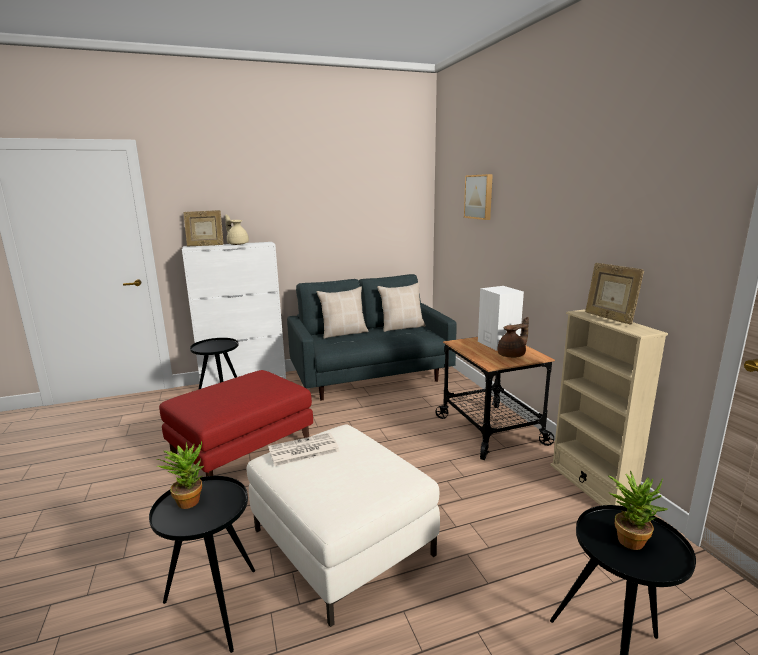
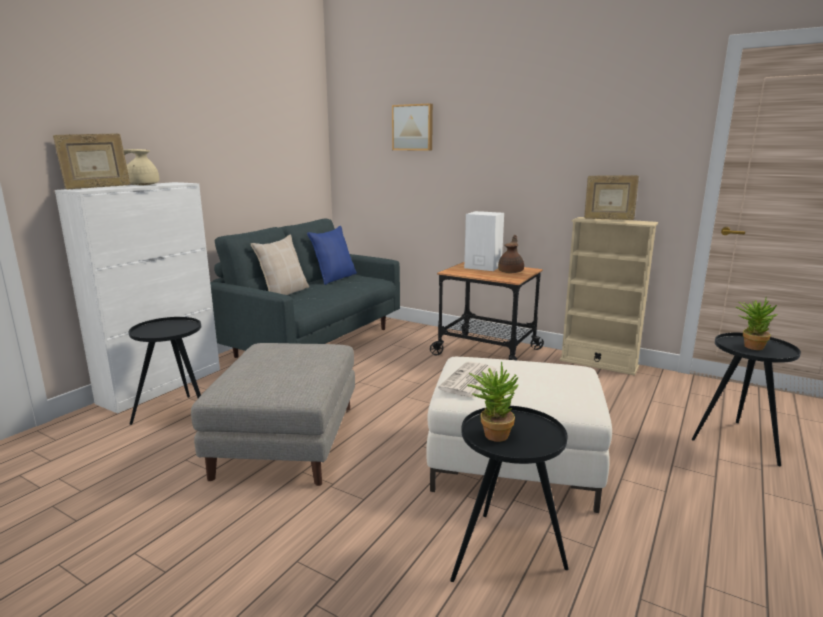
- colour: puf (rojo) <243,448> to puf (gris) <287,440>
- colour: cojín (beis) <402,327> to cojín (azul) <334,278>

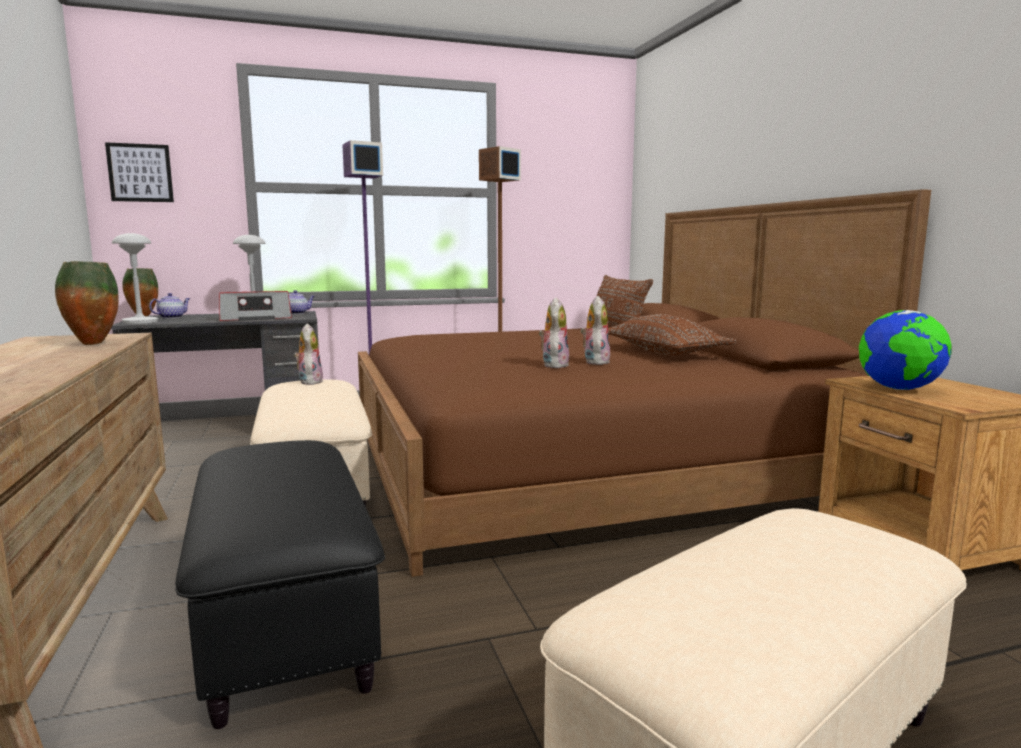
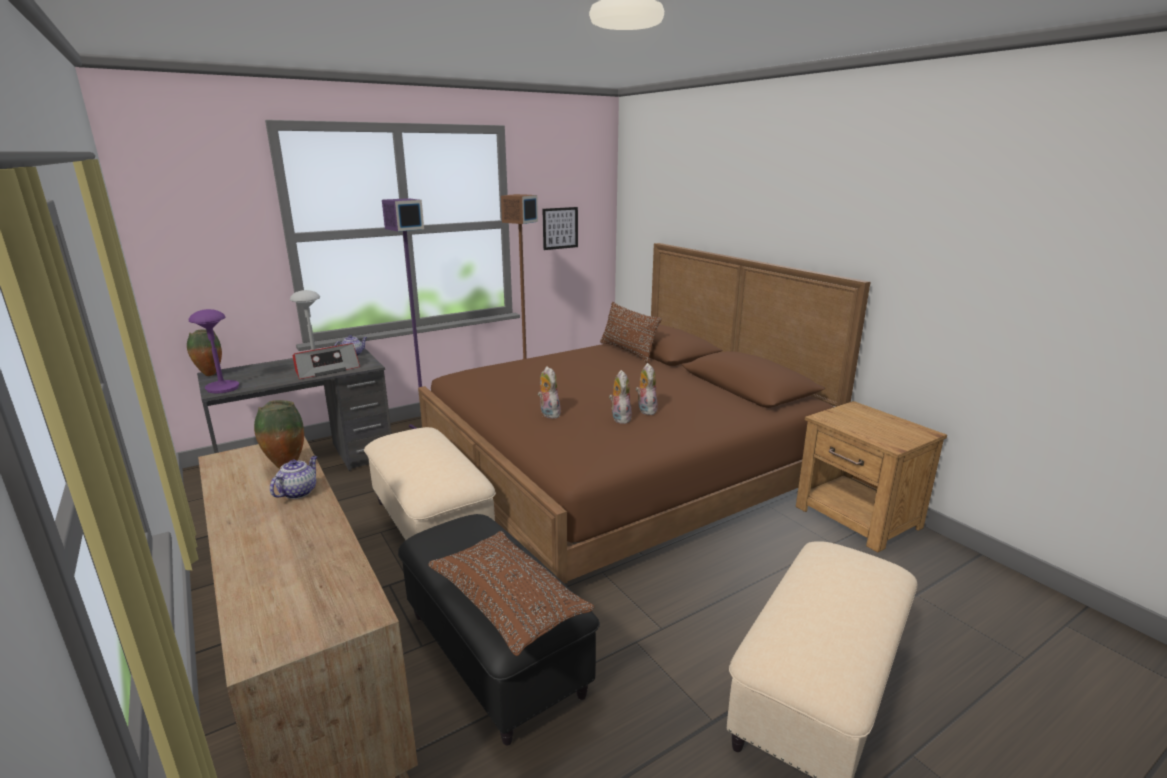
- relocated: cuadro <140,173> to <560,228>
- colour: lámpara de mesa (gris) <140,322> to lámpara de mesa (morado) <223,388>
- relocated: tetera <172,317> to <298,492>
- relocated: peluche <309,382> to <548,414>
- relocated: cojín (marrón) <663,352> to <508,603>
- missing: globo terráqueo <899,389>

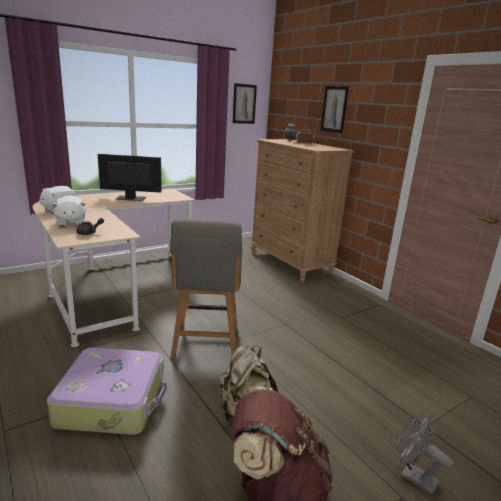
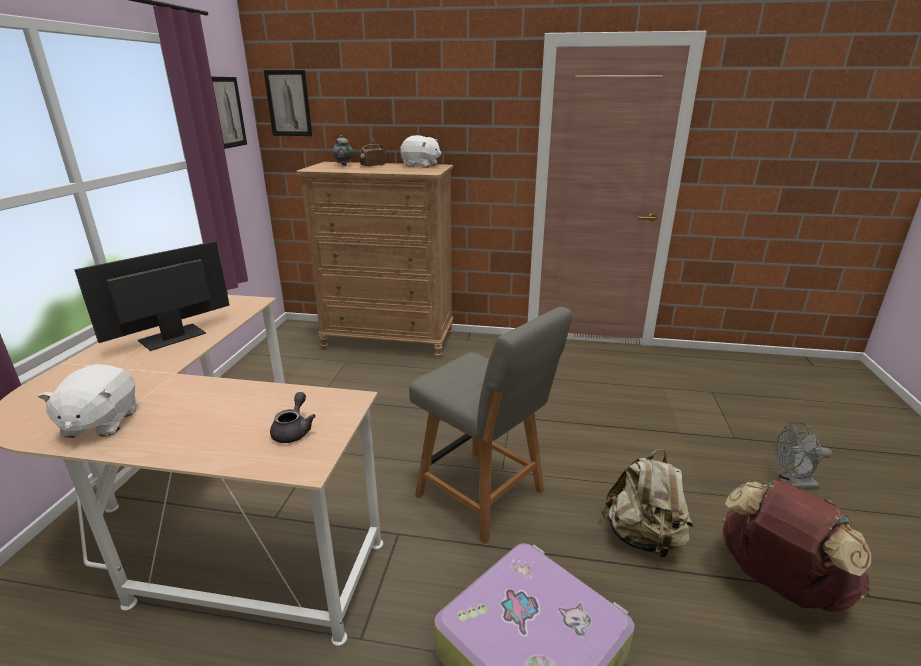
- relocated: peluche (blanco) <70,223> to <421,166>
- relocated: cuadro <334,109> to <288,103>

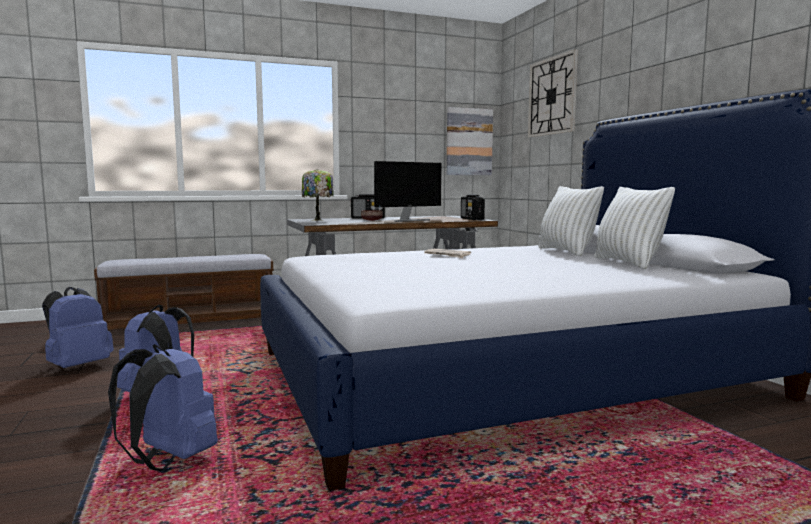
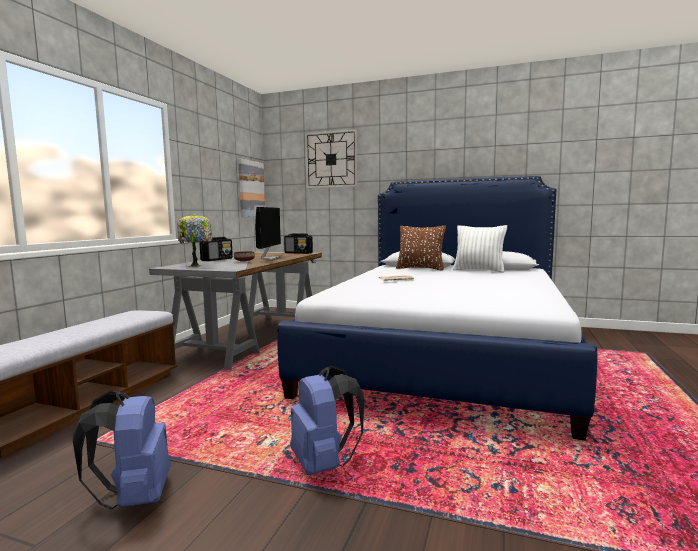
- missing: mochila (azul) <169,460>
- colour: cojín (blanco) <567,251> to cojín (marrón) <420,269>

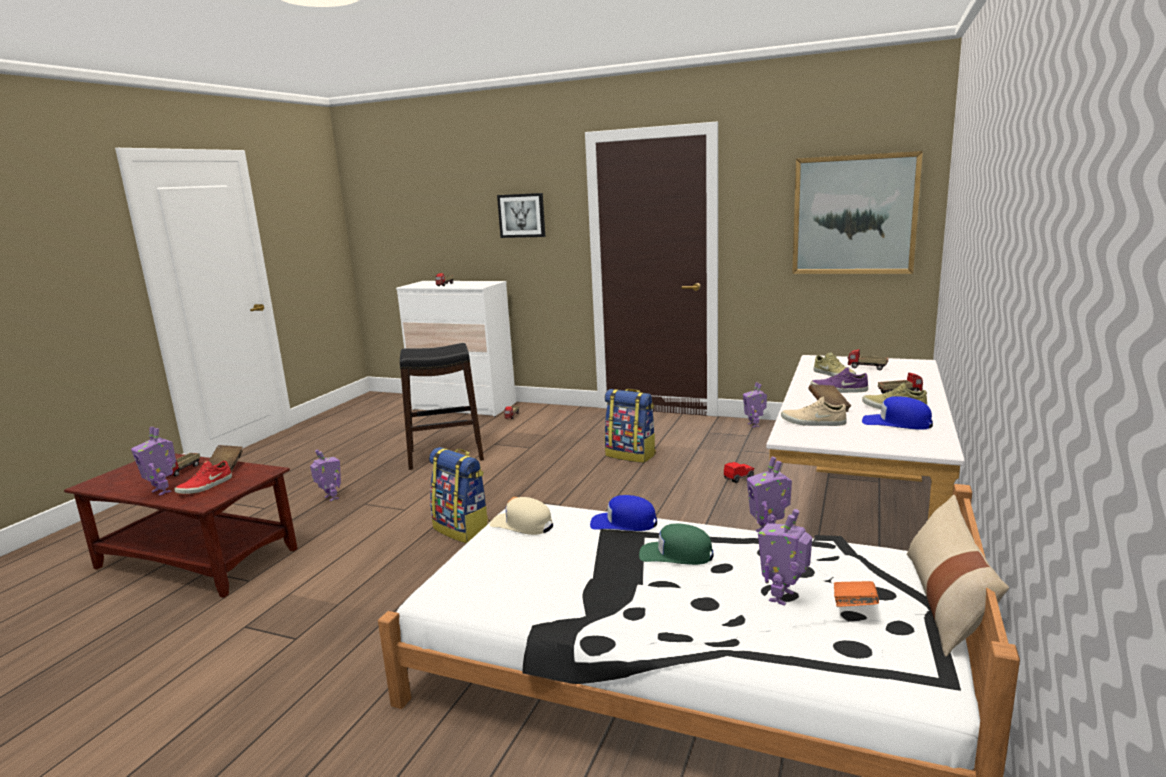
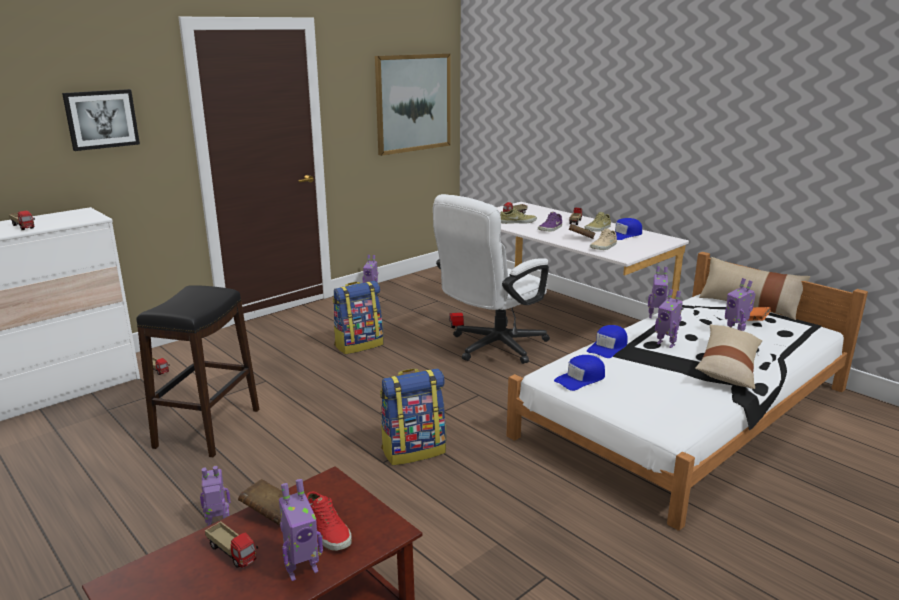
- colour: gorra (beis) <522,524> to gorra (azul) <580,379>
- exchanged: gorra (verde) <676,554> to robot de juguete <666,344>
- appeared: silla de oficina (blanco) <491,347>
- appeared: cojín (beis) <728,366>

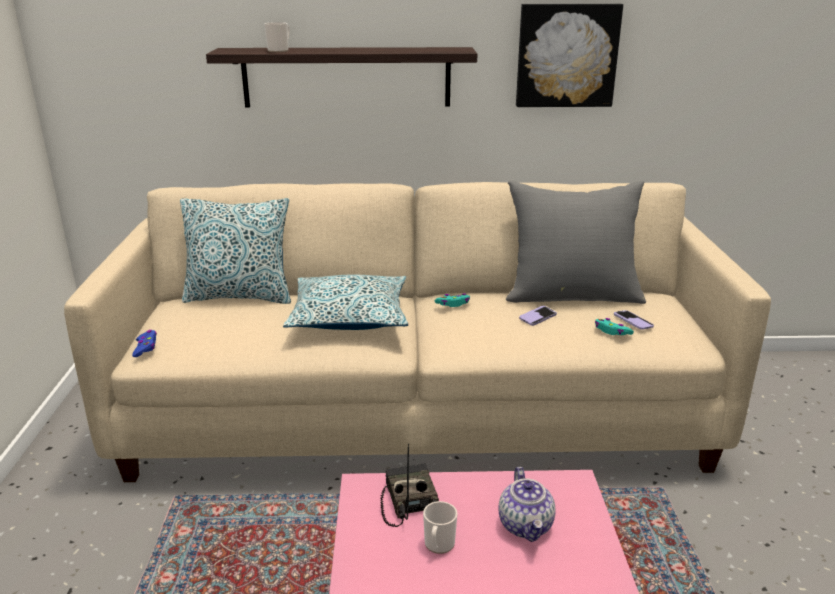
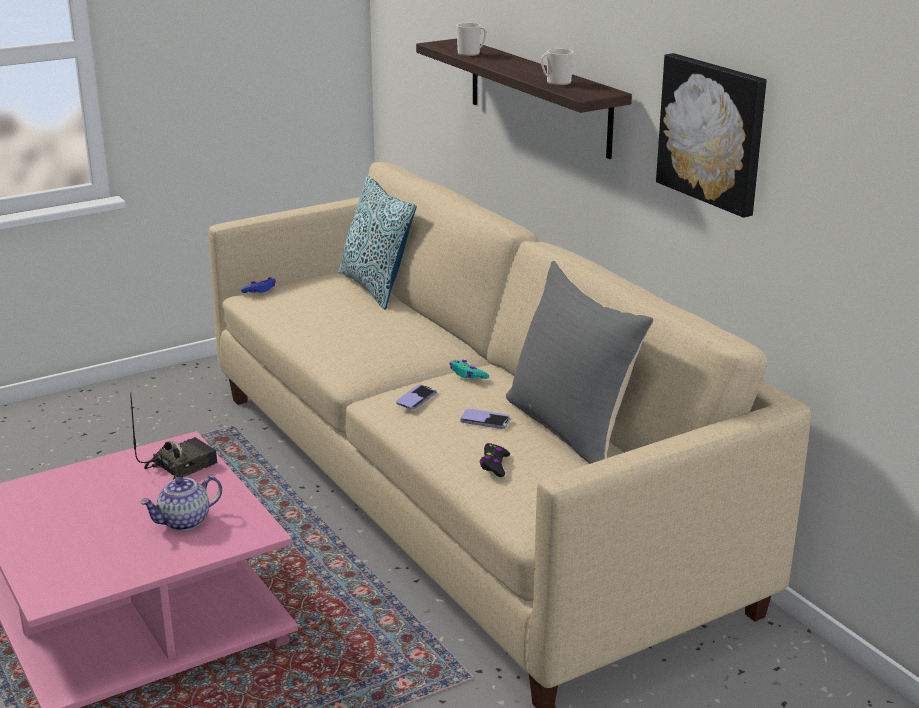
- missing: cojín <350,317>
- relocated: taza grande <438,545> to <556,82>
- colour: mando de consola (turquesa) <612,331> to mando de consola (negro) <494,465>
- relocated: móvil <633,321> to <416,398>

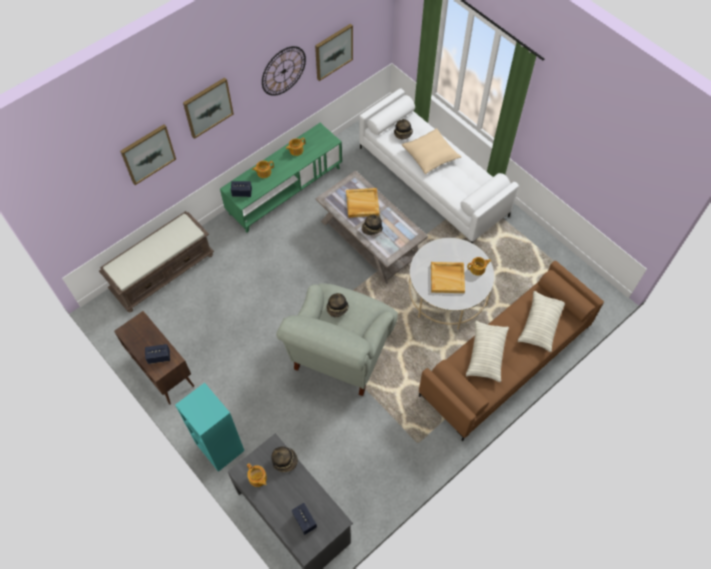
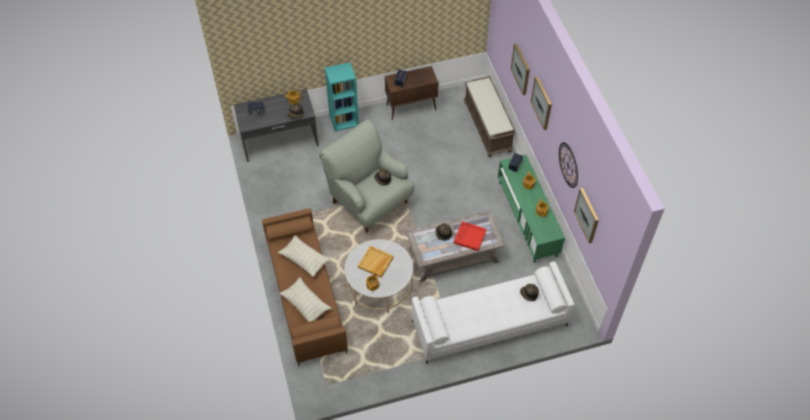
- colour: bandeja (beis) <362,204> to bandeja (rojo) <469,236>
- missing: cojín (beis) <430,155>

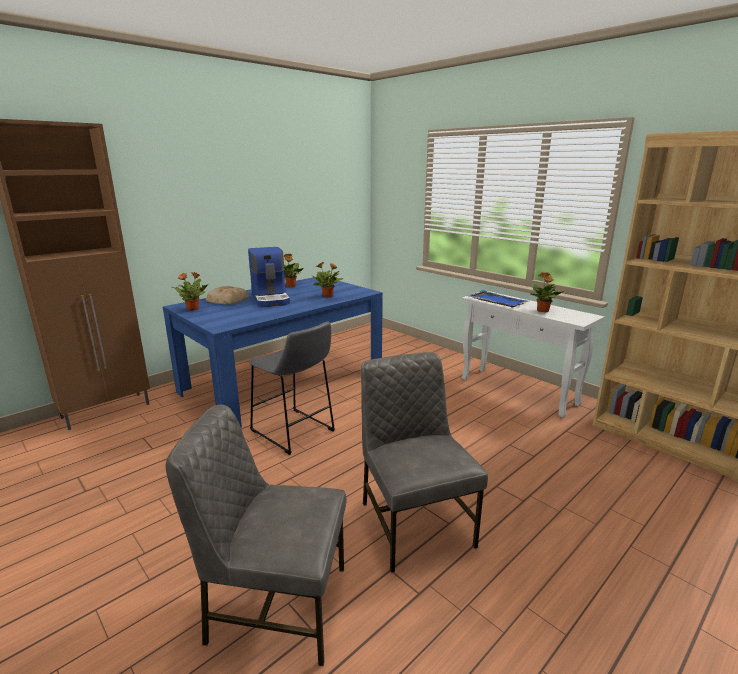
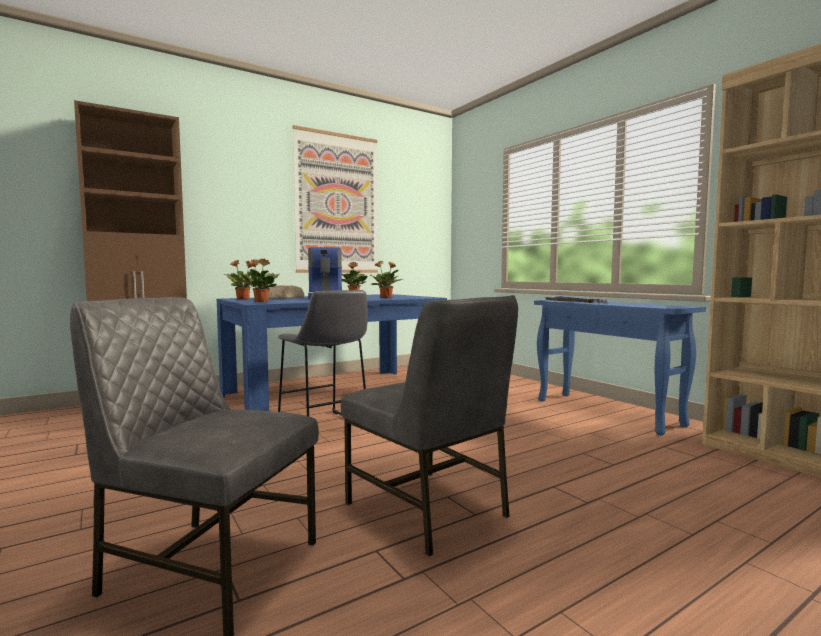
- spun: silla (gris) <414,523> = <428,510> 150 degrees clockwise
- colour: mesa consola (blanco) <519,391> to mesa consola (azul) <608,412>
- relocated: planta en maceta <542,311> to <261,302>
- appeared: cuadro <337,204>

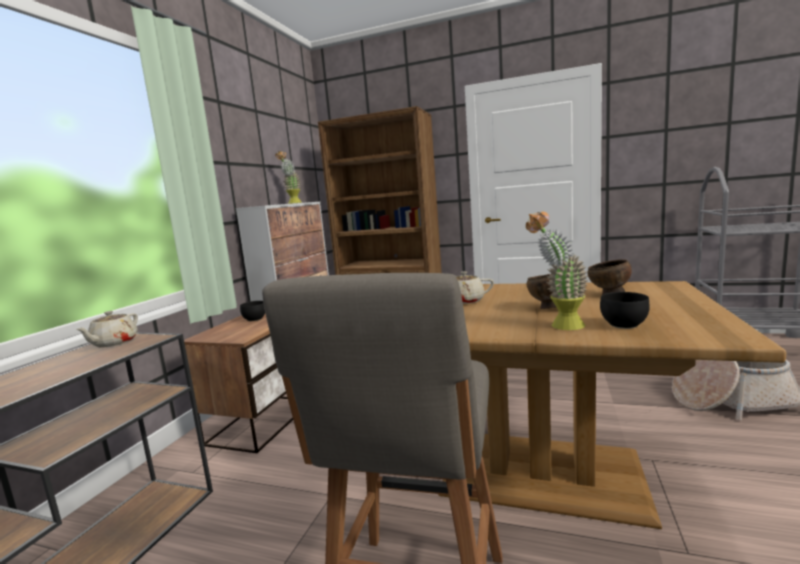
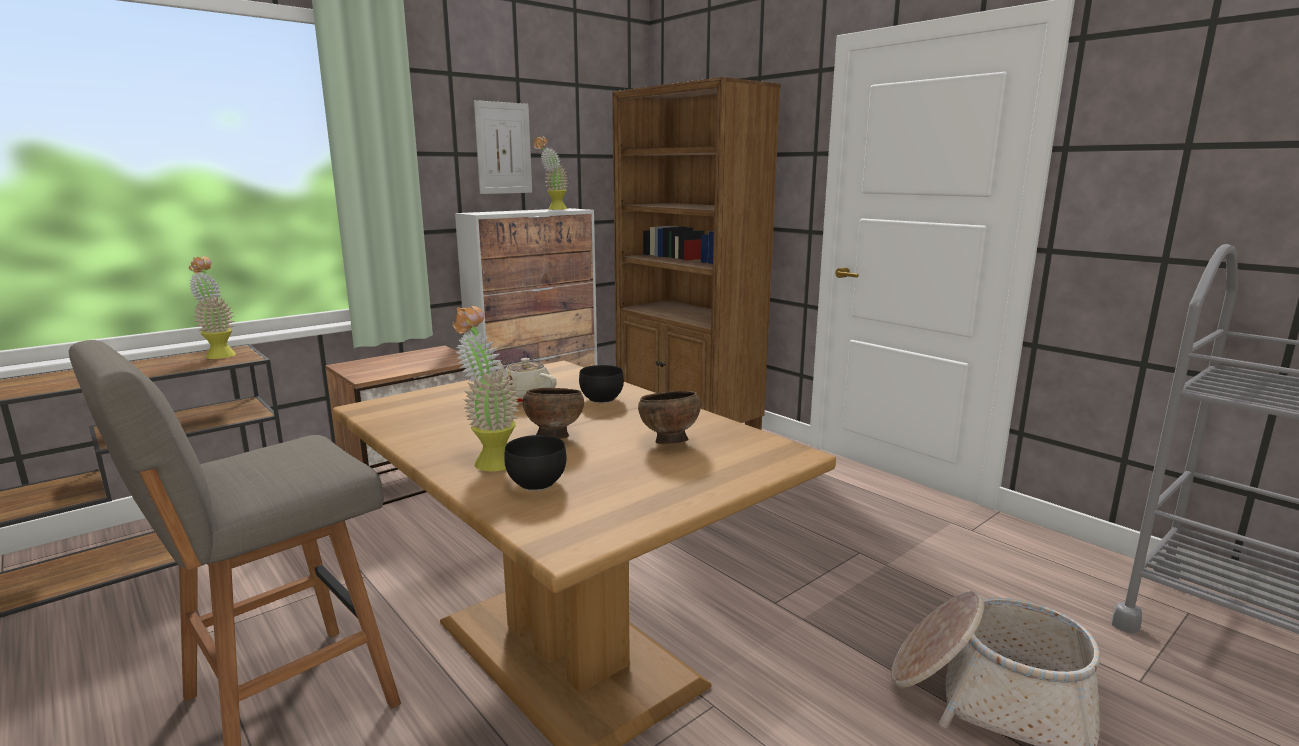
- exchanged: tetera (beis) <114,343> to planta en maceta <218,354>
- relocated: cuenco (negro) <255,319> to <603,400>
- appeared: cuadro <503,148>

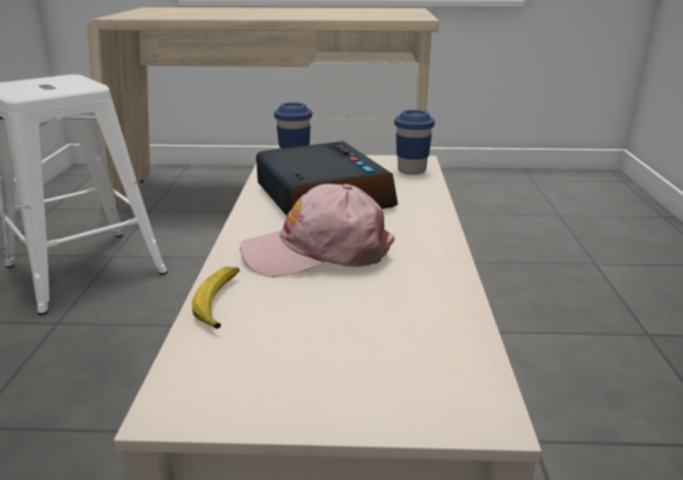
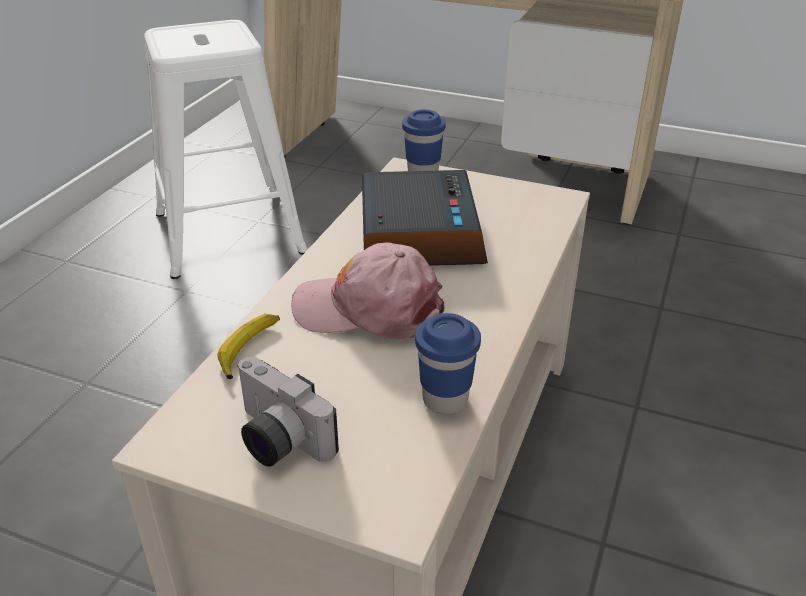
- relocated: taza (azul) <411,170> to <445,400>
- appeared: cámara <275,440>

